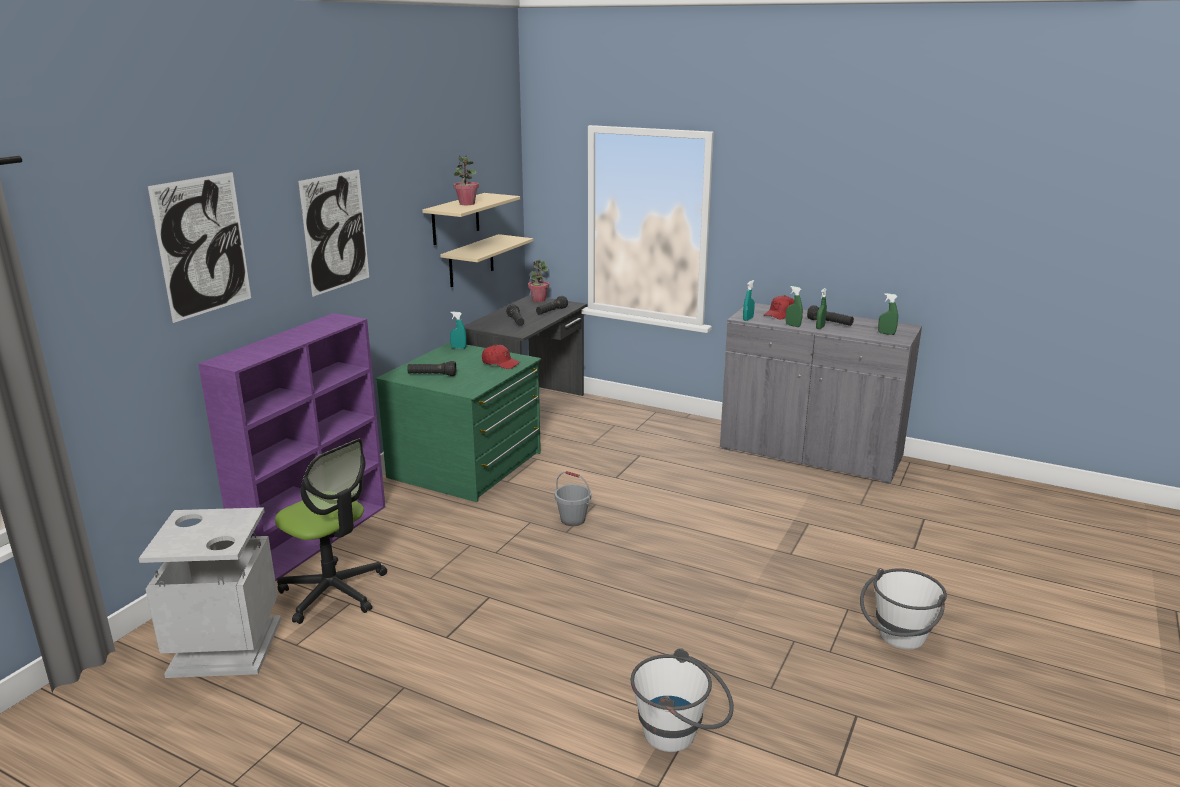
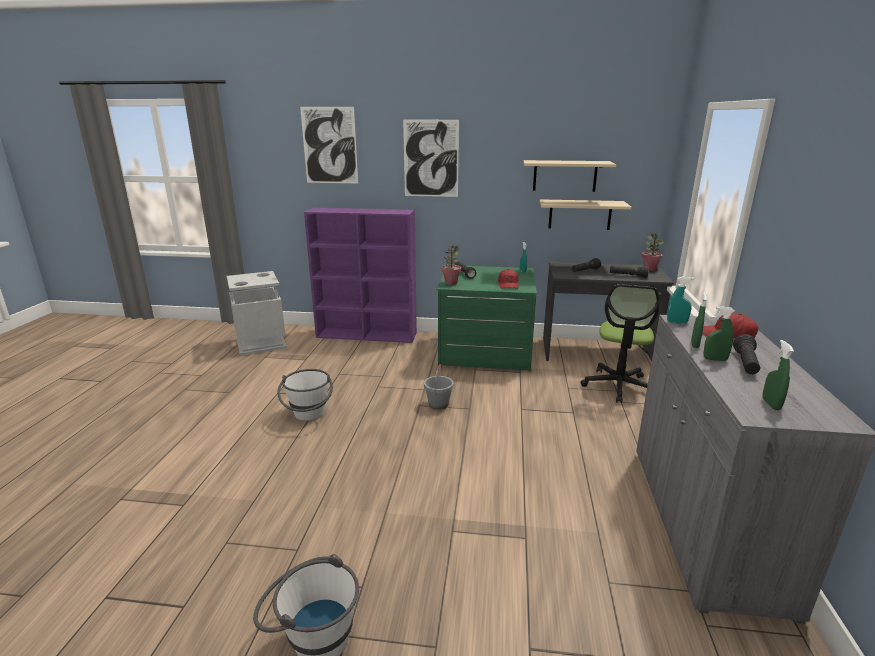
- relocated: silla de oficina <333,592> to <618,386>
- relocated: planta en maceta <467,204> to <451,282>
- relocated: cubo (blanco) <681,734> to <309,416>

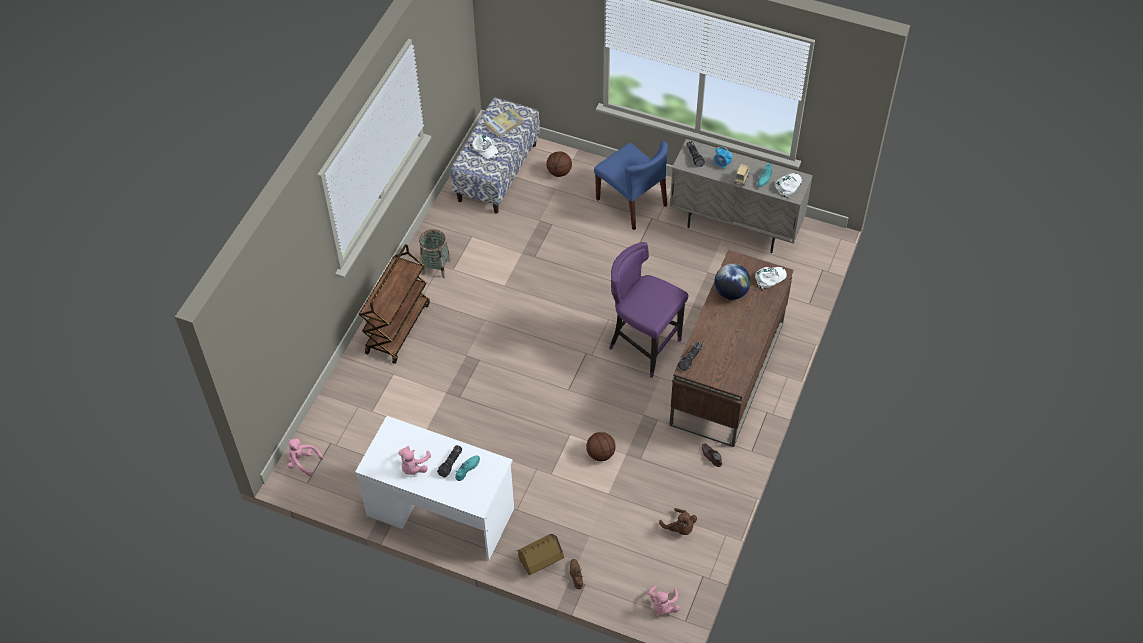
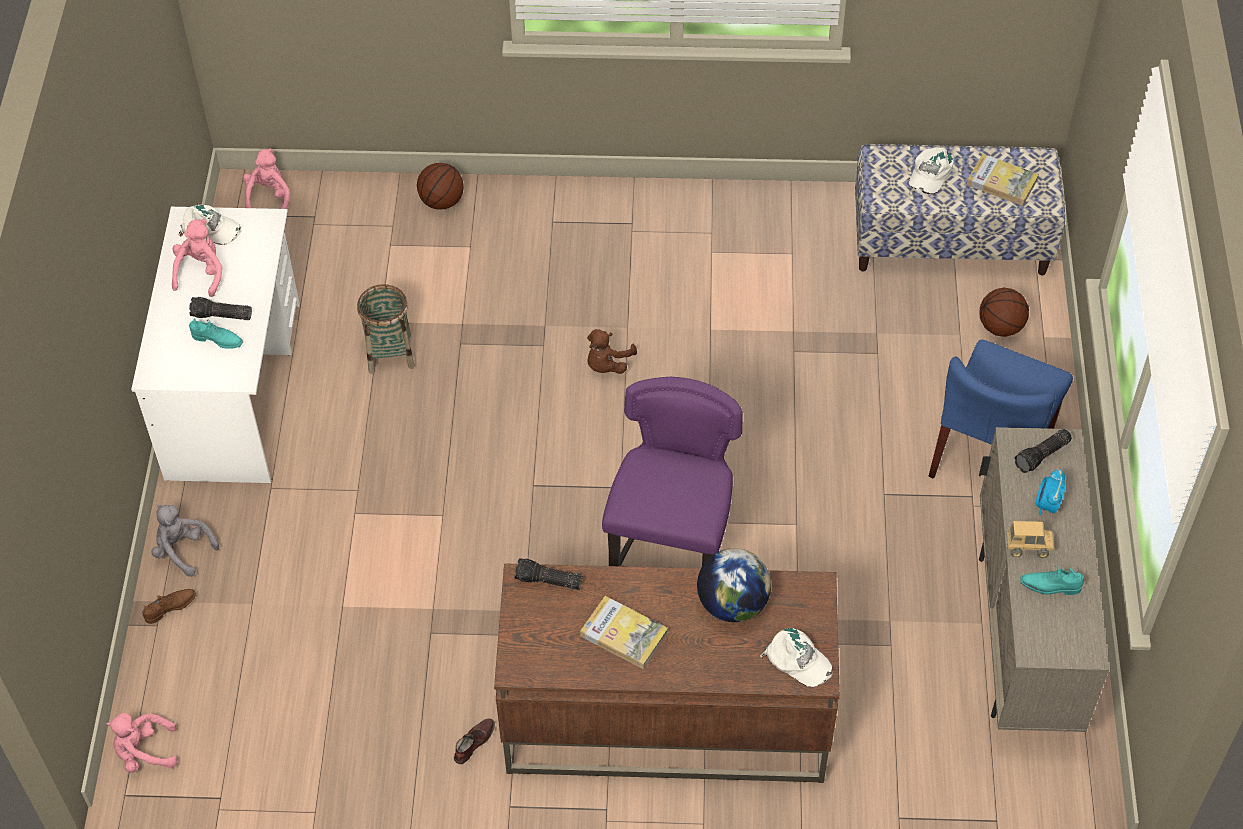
- missing: carrito (marrón) <397,327>
- spun: peluche (rosa) <414,467> = <201,272> 105 degrees clockwise
- relocated: cesta <435,266> to <390,353>
- exchanged: casita <540,561> to peluche (gris) <182,550>
- relocated: balón de baloncesto <601,454> to <441,202>
- relocated: peluche (marrón) <679,528> to <607,364>
- relocated: gorra (blanco) <788,186> to <210,229>
- appeared: libro <624,634>

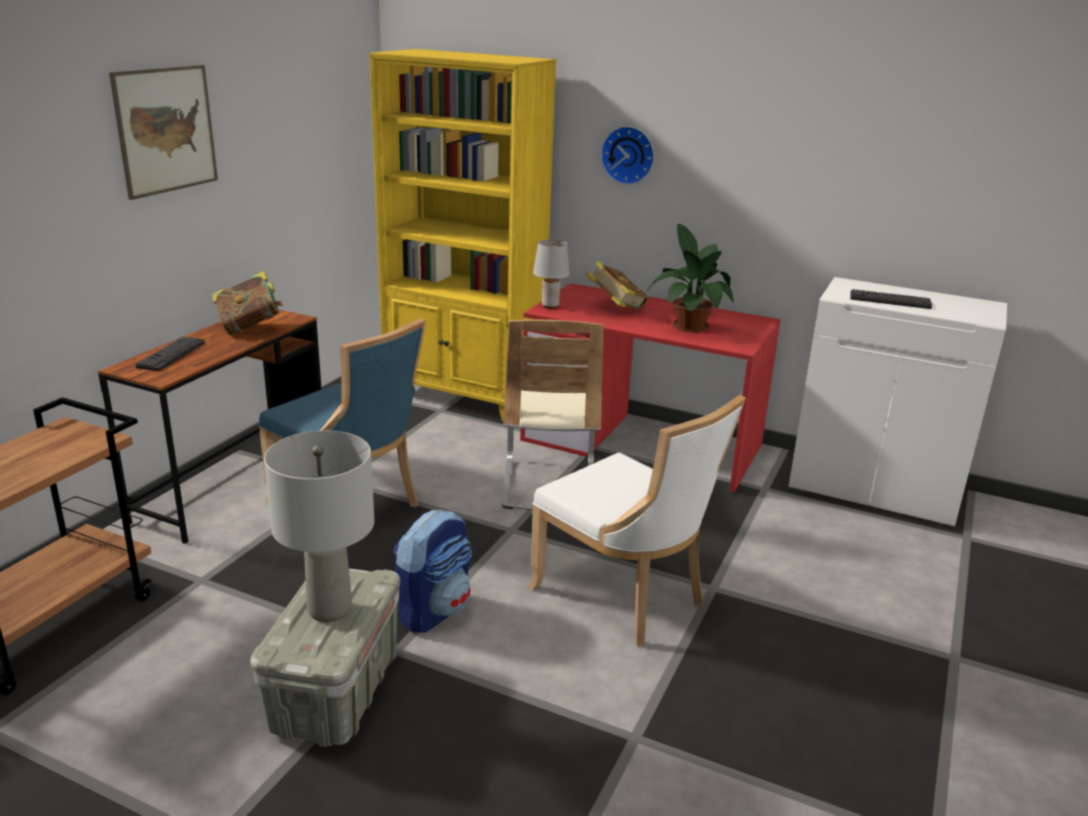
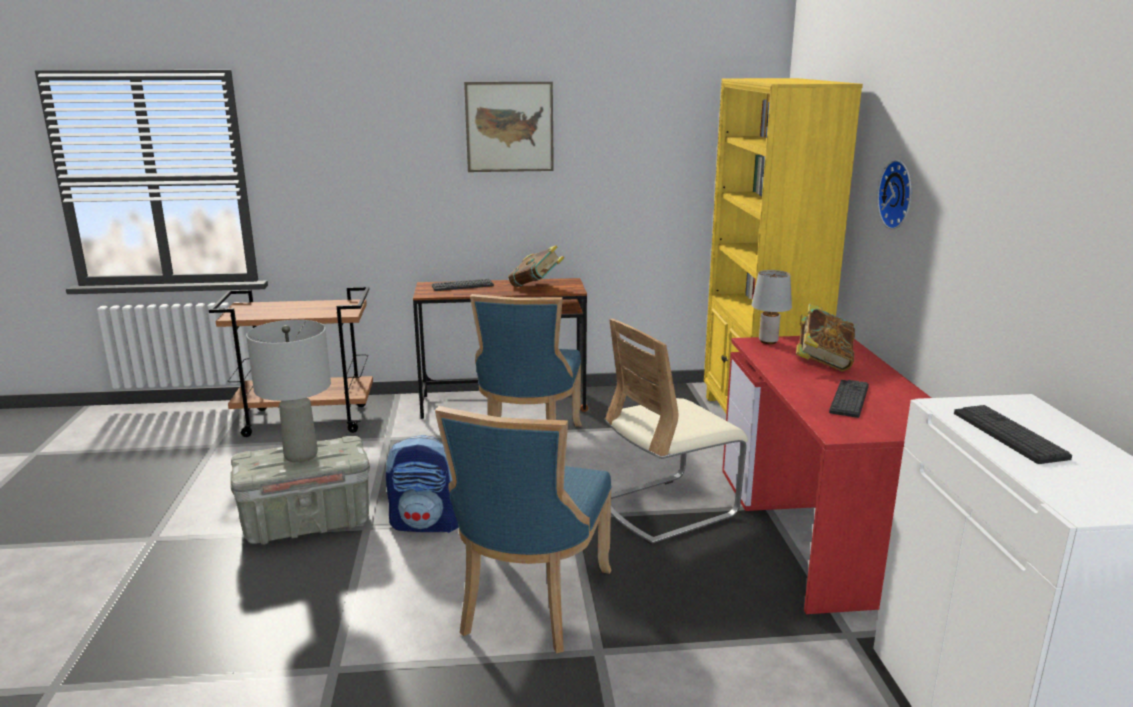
- colour: silla (blanco) <625,597> to silla (azul) <530,604>
- exchanged: planta en maceta <689,325> to teclado <849,399>

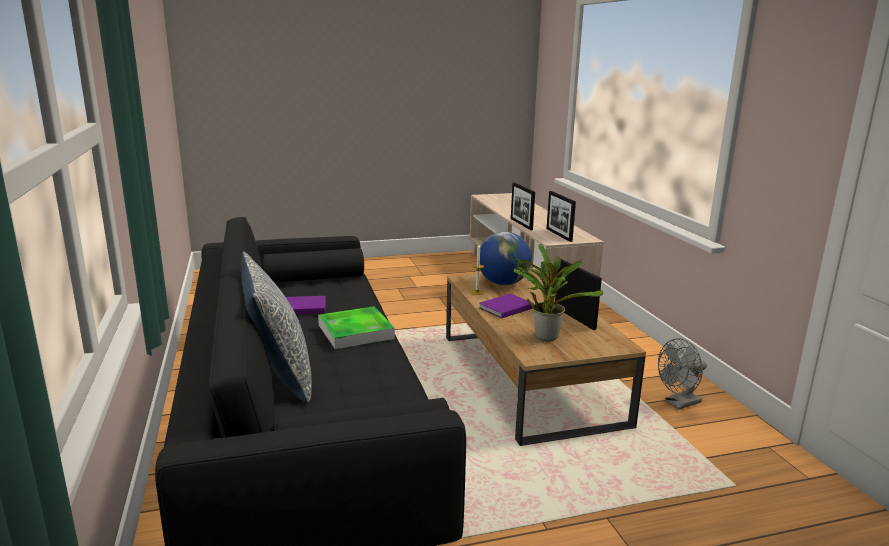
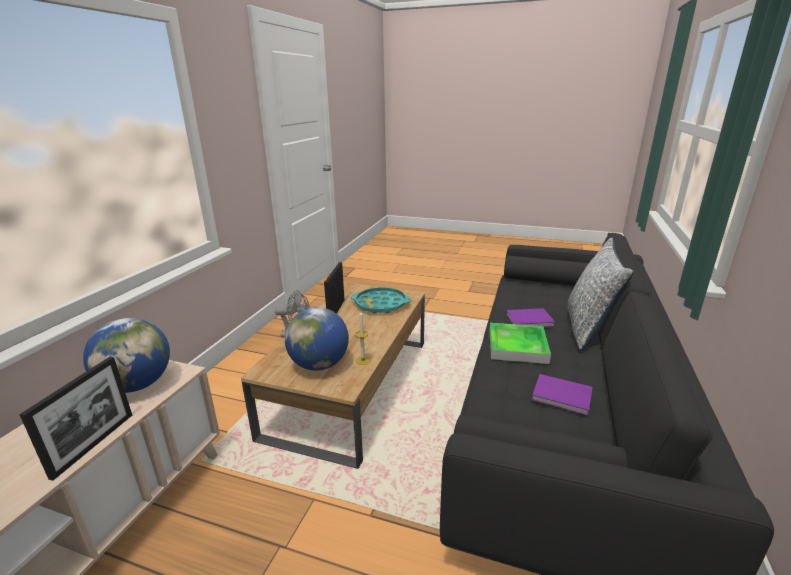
- relocated: libro (morado) <504,308> to <530,320>
- exchanged: planta en maceta <546,335> to bandeja (turquesa) <380,304>
- exchanged: portarretratos <559,235> to globo terráqueo <137,385>

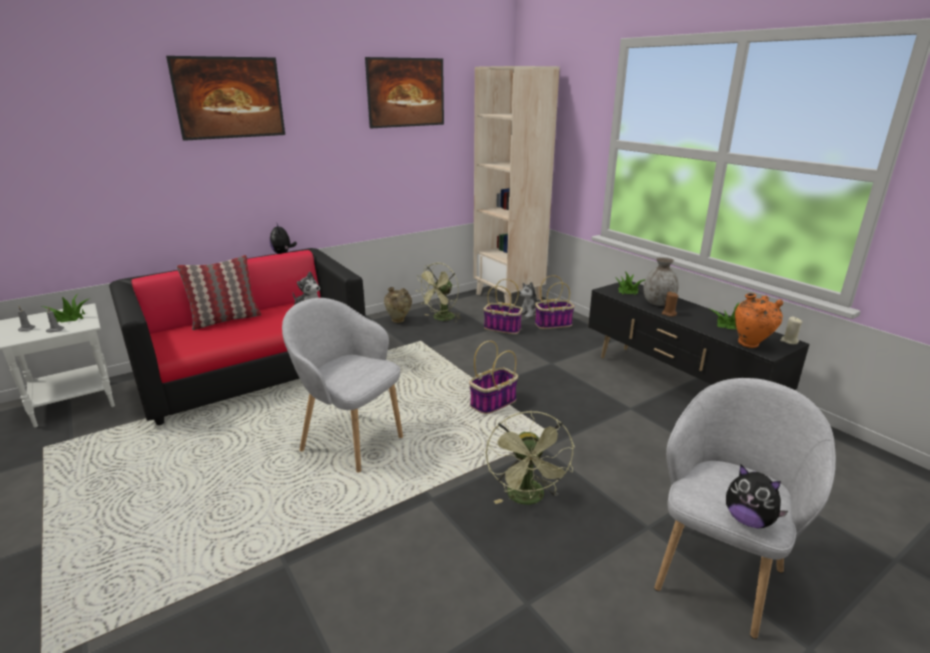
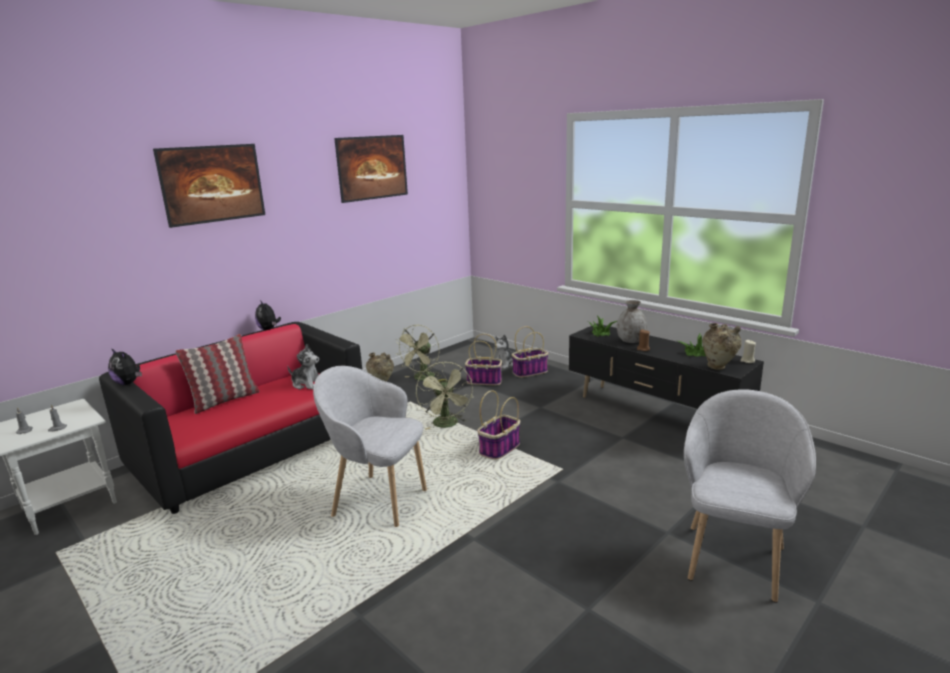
- missing: planta en maceta <69,317>
- missing: estantería (beis) <509,297>
- relocated: ventilador (verde) <528,499> to <447,425>
- relocated: peluche <748,520> to <128,383>
- colour: florero (naranja) <751,345> to florero (beis) <718,368>

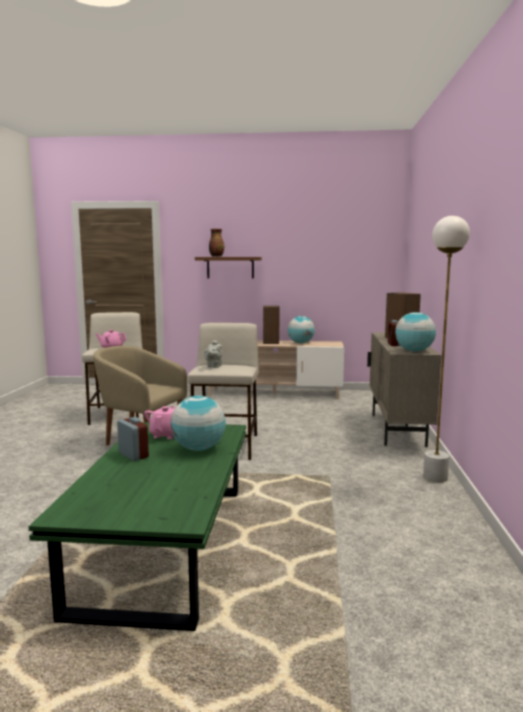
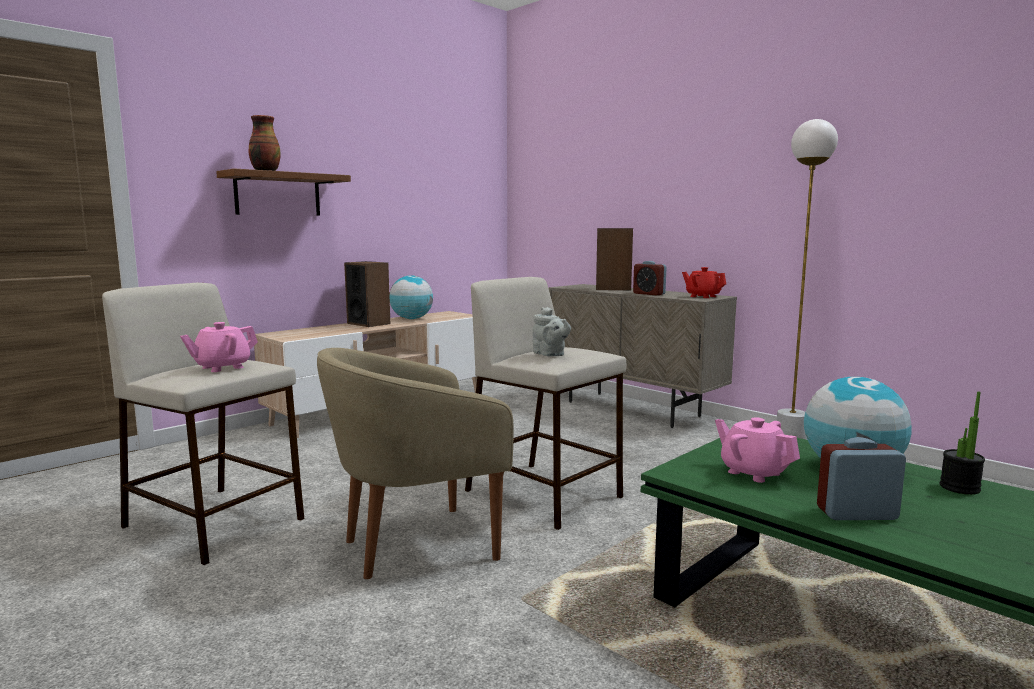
- exchanged: globo terráqueo <414,351> to tetera (rojo) <702,296>
- appeared: planta en maceta <959,488>

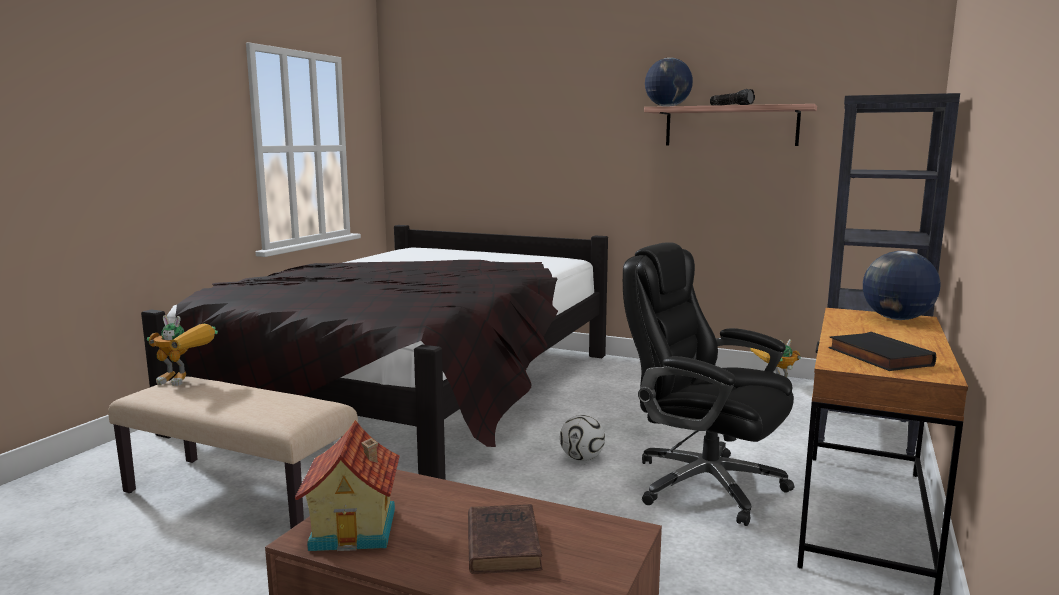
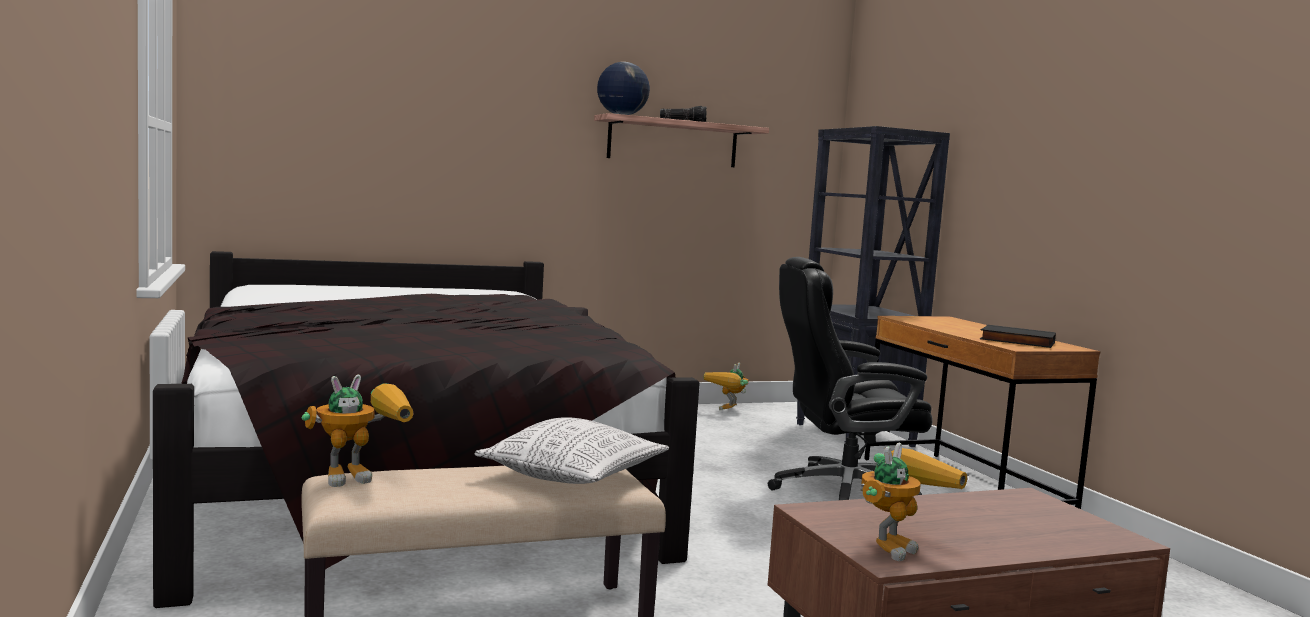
- exchanged: casita <356,528> to robot de juguete <896,545>
- missing: libro (marrón) <503,543>
- missing: balón de fútbol <582,458>
- missing: globo terráqueo <896,319>
- appeared: cojín <572,476>

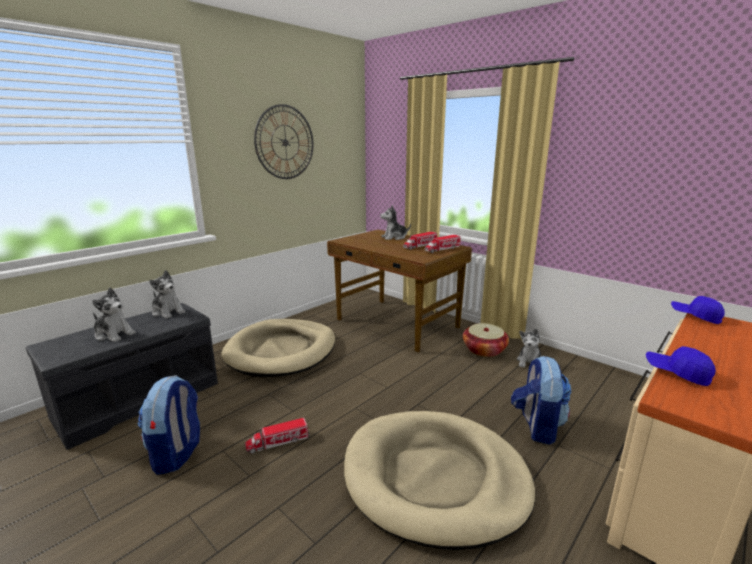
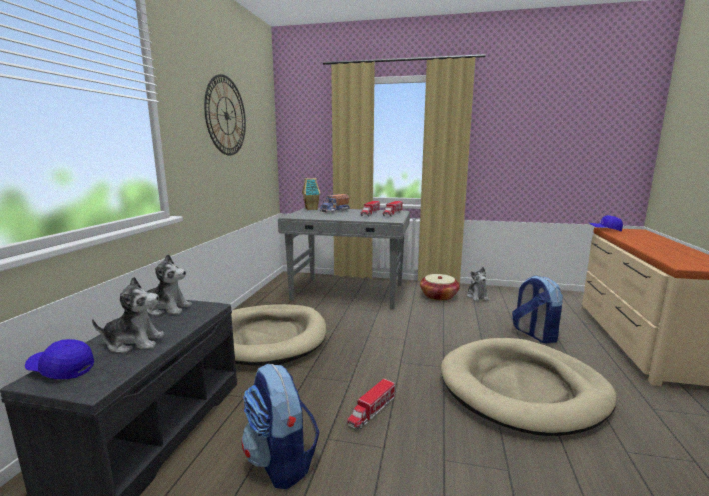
- colour: escritorio (marrón) <397,324> to escritorio (gris) <348,292>
- exchanged: peluche <394,237> to camión de juguete <335,211>
- relocated: gorra (azul) <677,373> to <61,369>
- appeared: casita <311,209>

